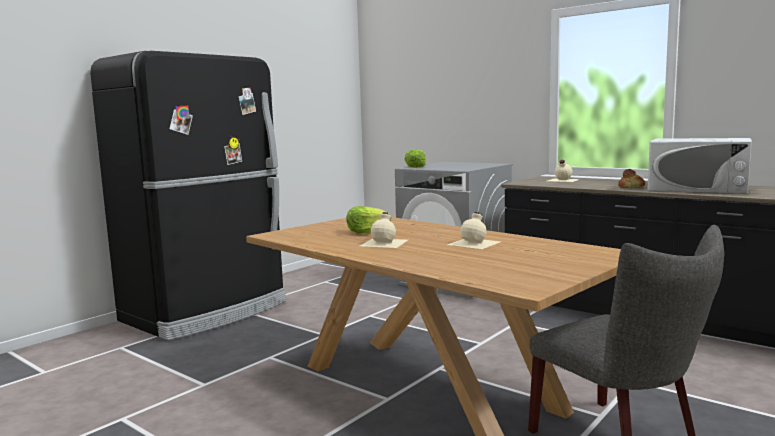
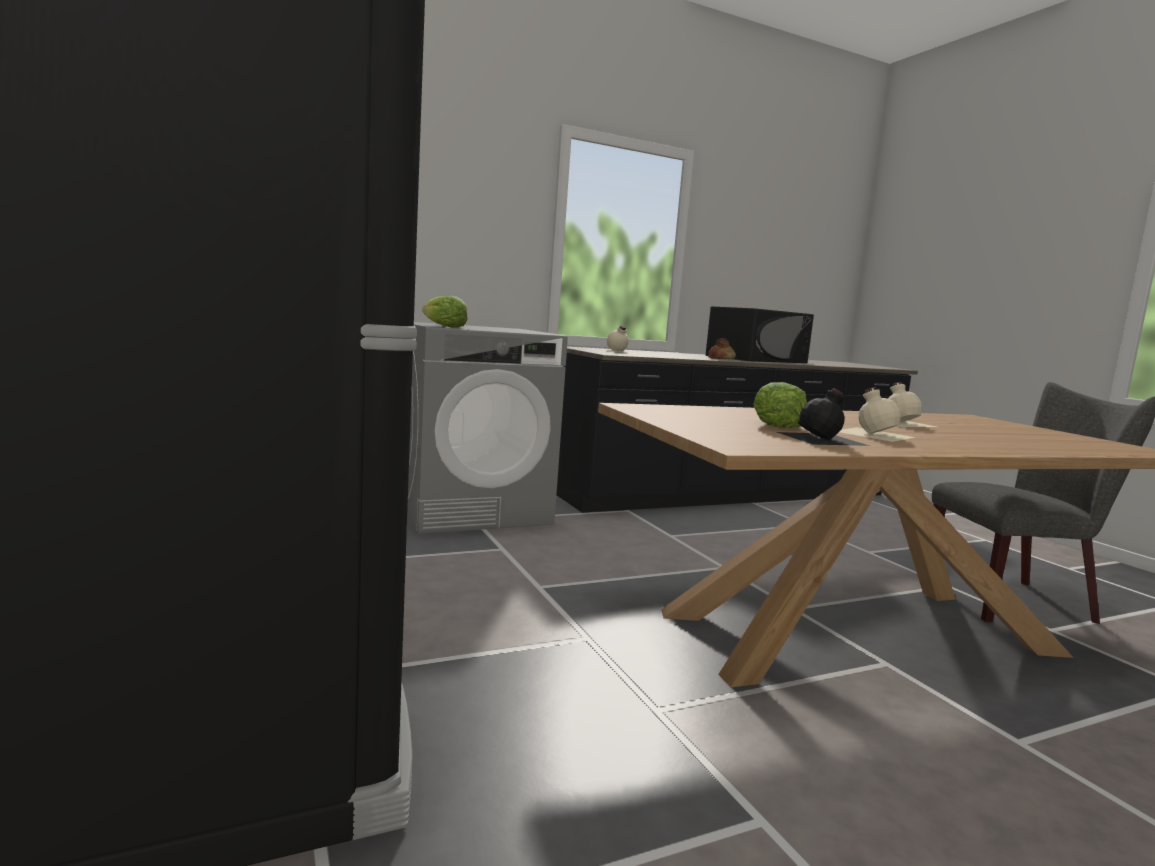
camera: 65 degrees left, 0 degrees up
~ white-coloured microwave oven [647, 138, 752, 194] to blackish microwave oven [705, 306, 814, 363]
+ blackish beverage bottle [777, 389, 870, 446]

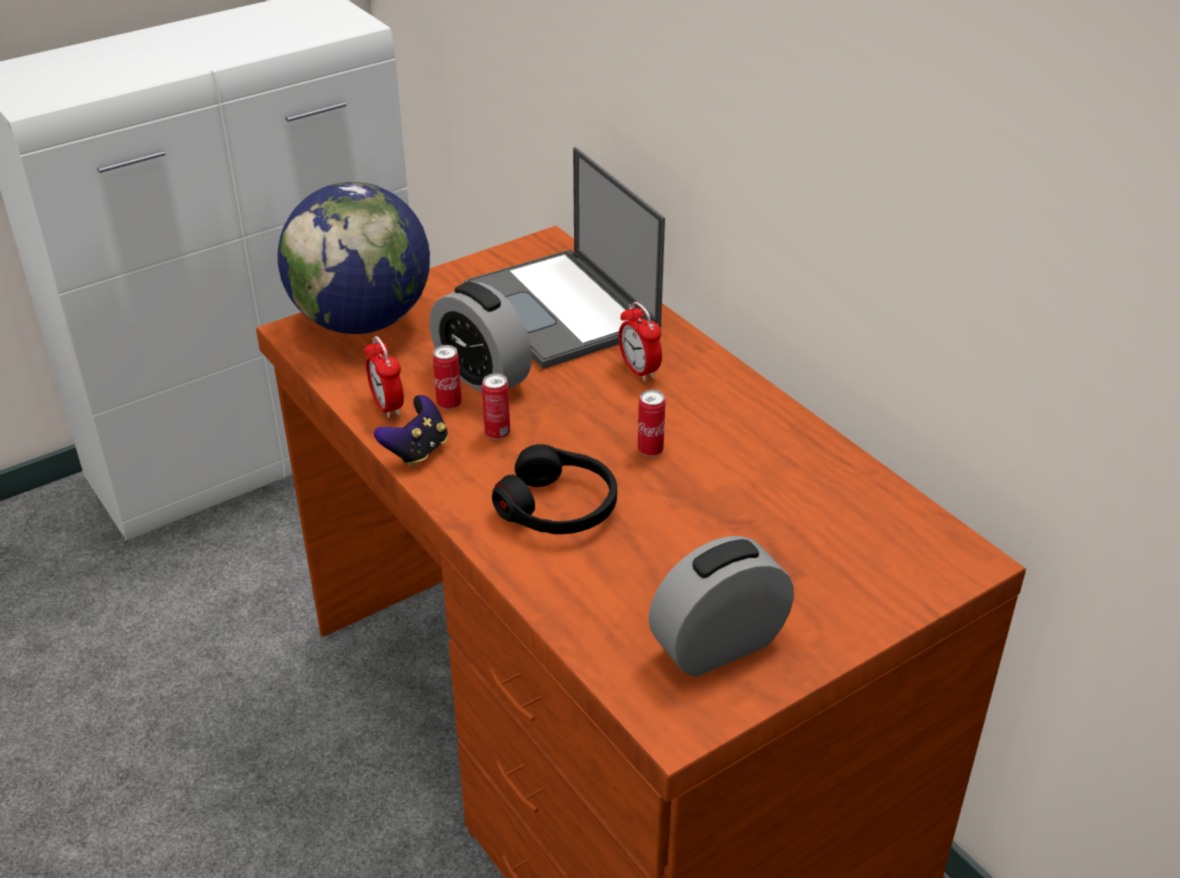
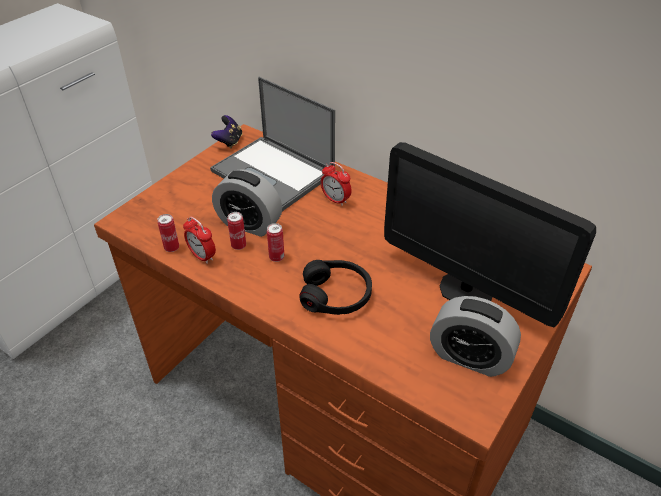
camera: 20 degrees left, 5 degrees up
~ metal can [638, 390, 666, 456] to [158, 214, 179, 252]
~ gamepad [374, 395, 448, 466] to [211, 115, 243, 148]
+ computer display [384, 142, 596, 327]
~ bedside clock [649, 536, 794, 677] = [430, 296, 521, 377] 105 degrees counterclockwise
- world globe [277, 182, 430, 334]

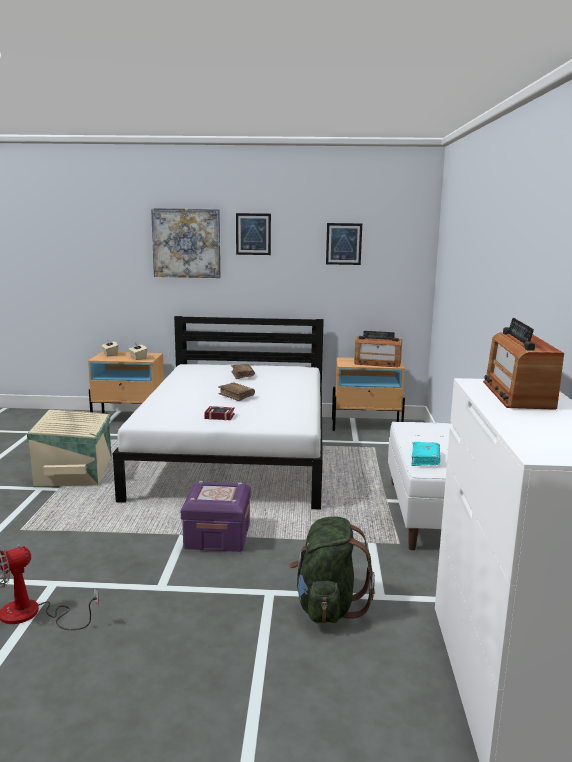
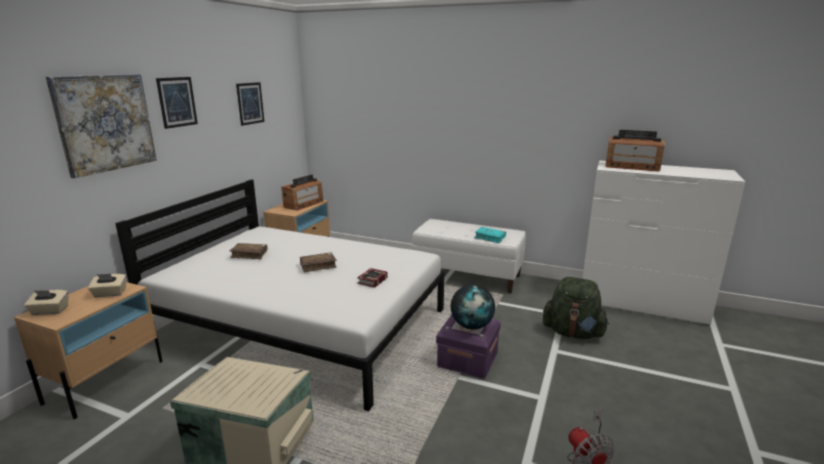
camera: 70 degrees left, 5 degrees up
+ world globe [451, 285, 495, 329]

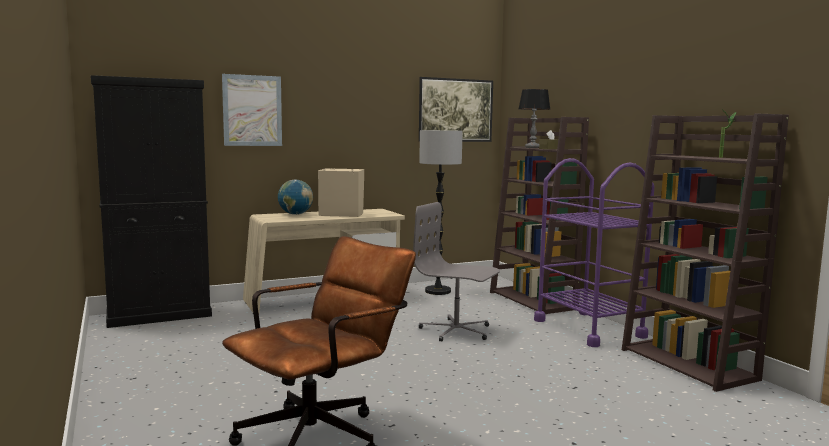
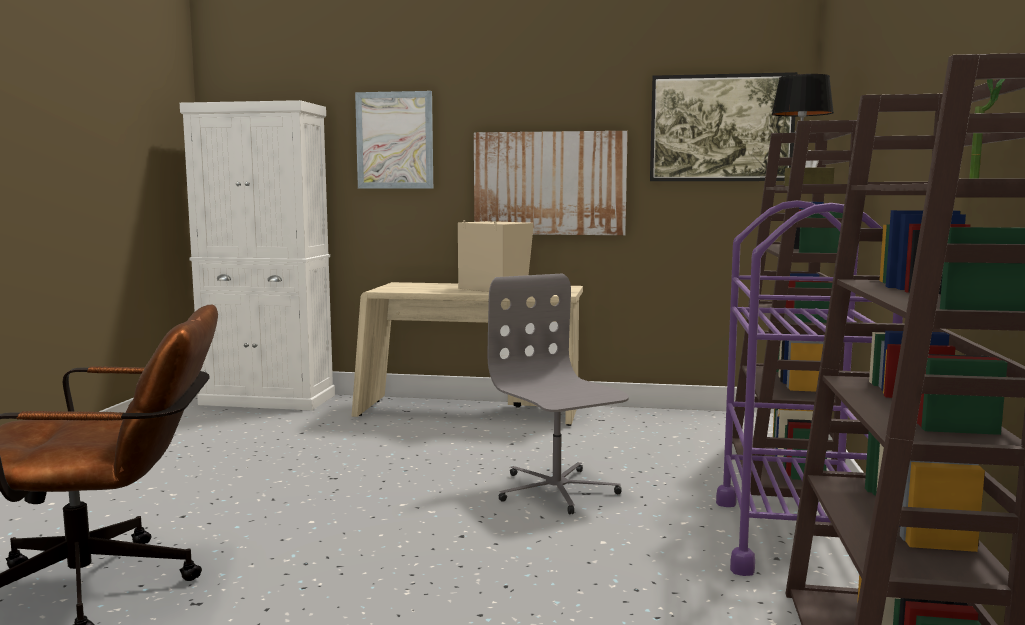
camera: 35 degrees right, 0 degrees up
~ blackish cabinet [91, 75, 212, 328] to white-coloured cabinet [180, 100, 335, 410]
+ wall art [474, 131, 628, 235]
- world globe [278, 180, 313, 215]
- floor lamp [419, 130, 463, 295]

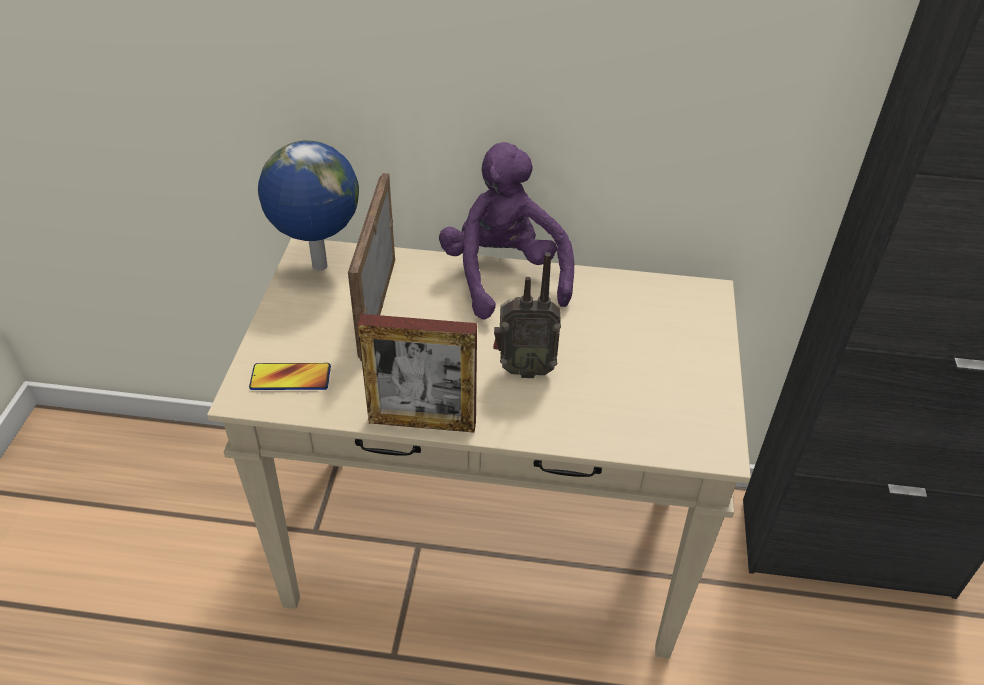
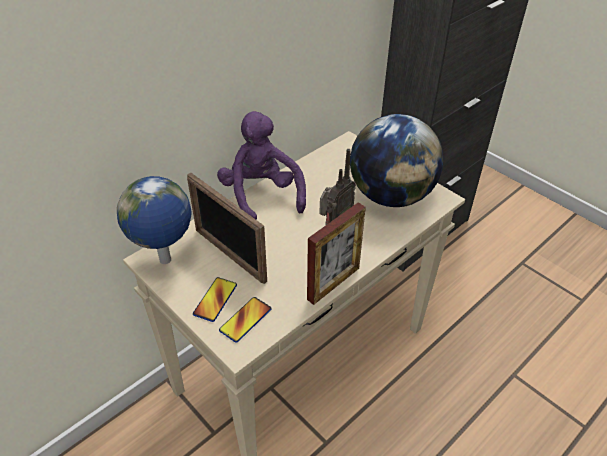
camera: 50 degrees left, 0 degrees up
+ handset [193, 277, 237, 322]
~ purple plush toy [439, 142, 575, 320] = [217, 111, 306, 220] 45 degrees clockwise
+ world globe [350, 114, 443, 207]

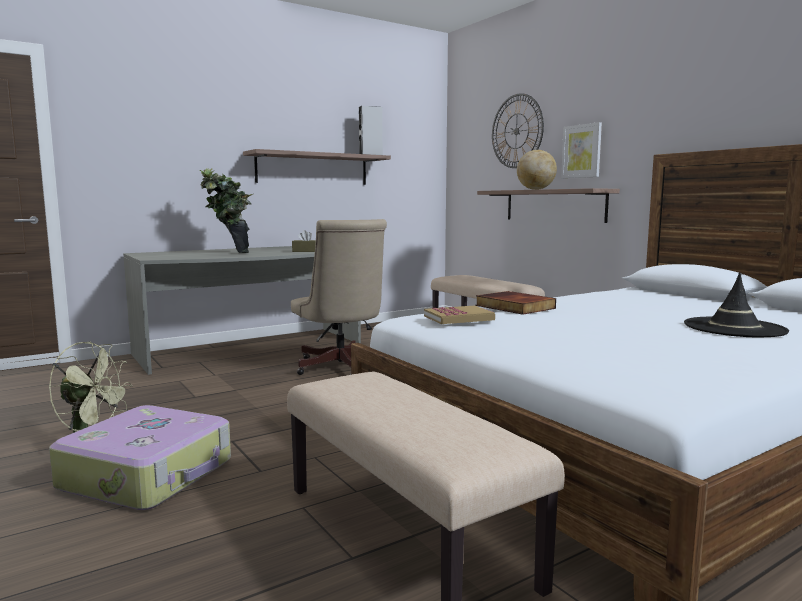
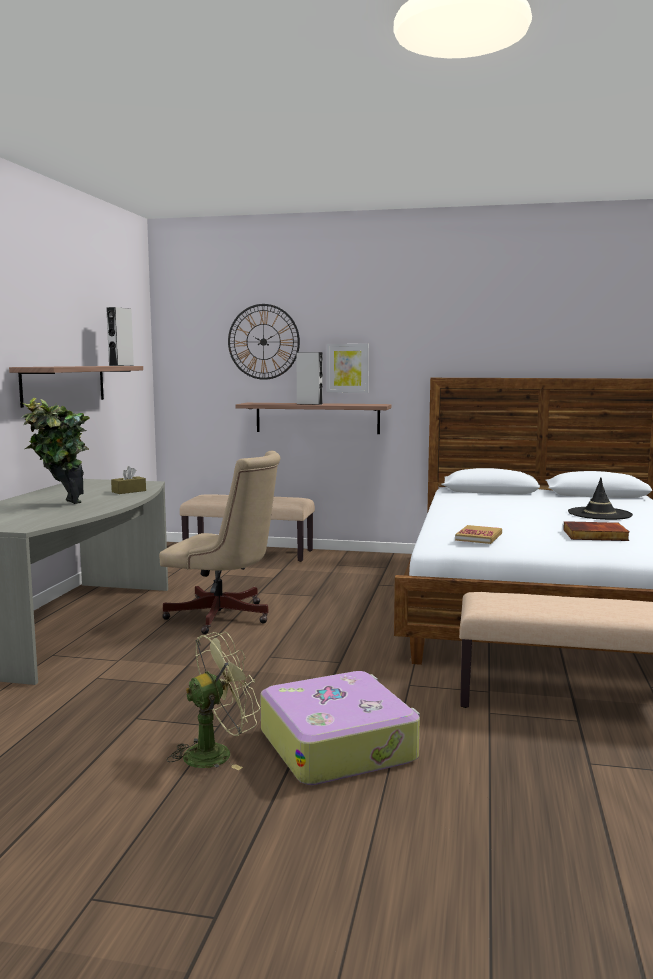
camera: 45 degrees left, 0 degrees up
~ world globe [517, 150, 557, 190] to greyish audio speaker [296, 352, 322, 405]
~ book [475, 291, 556, 315] to [563, 521, 630, 541]

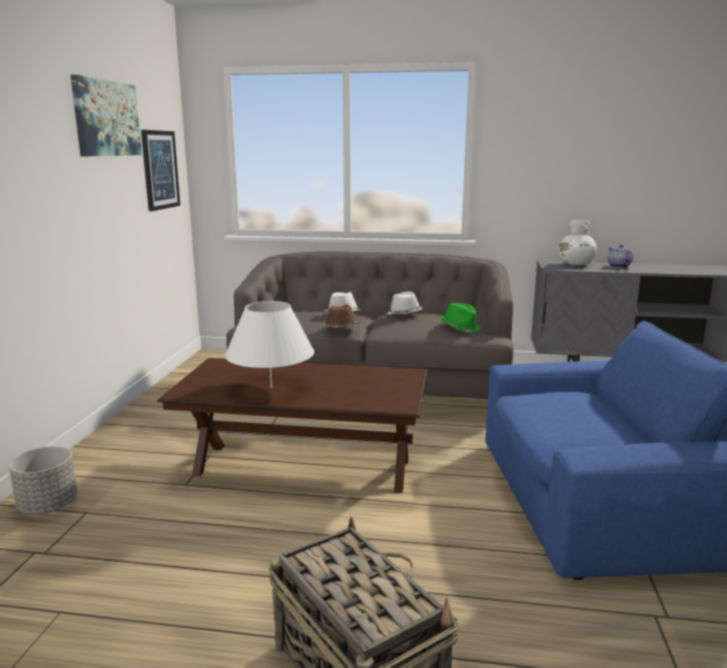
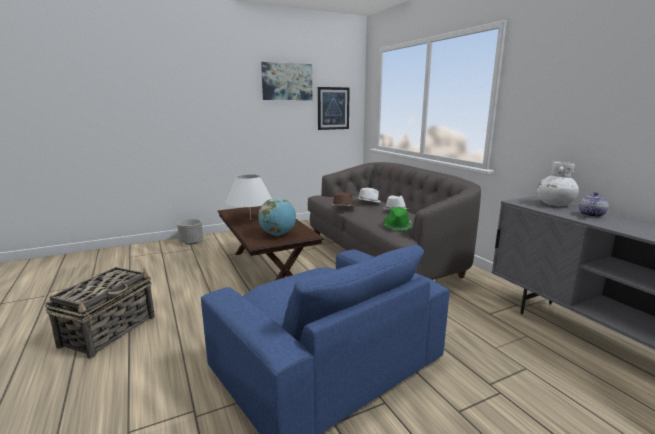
camera: 55 degrees right, 0 degrees up
+ world globe [259, 198, 296, 236]

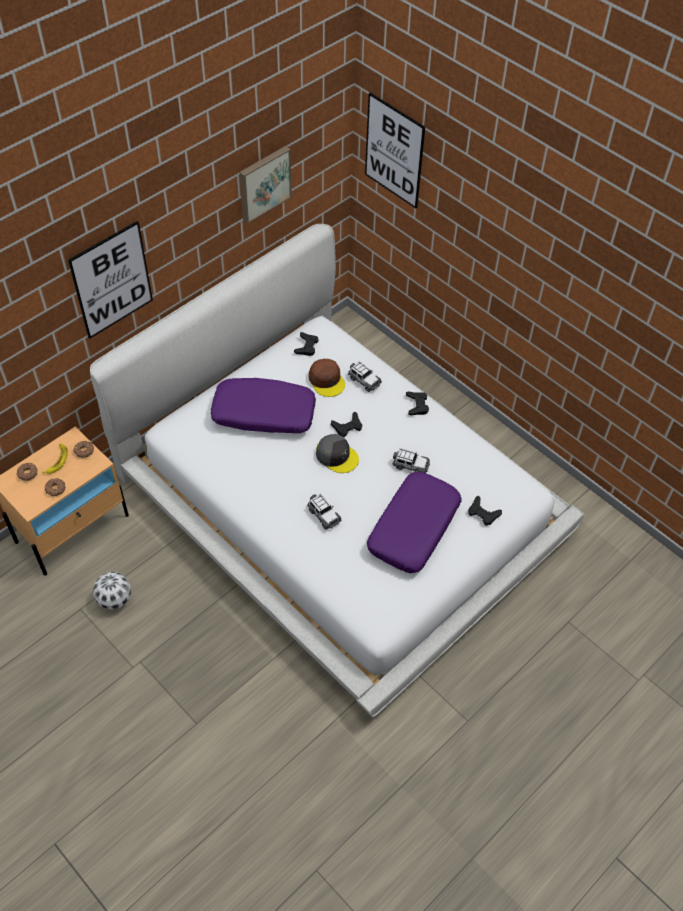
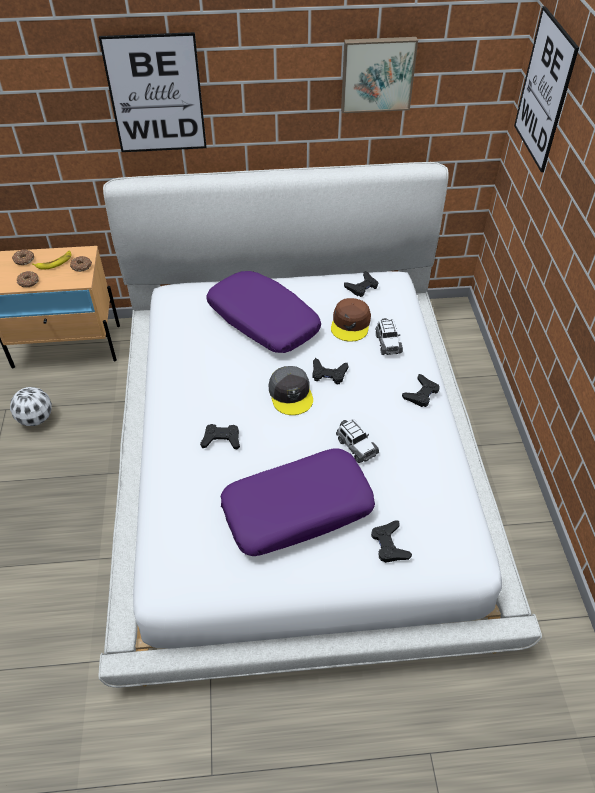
camera: 40 degrees right, 5 degrees down
~ toy car [307, 494, 342, 530] to blackish gamepad [200, 424, 240, 449]

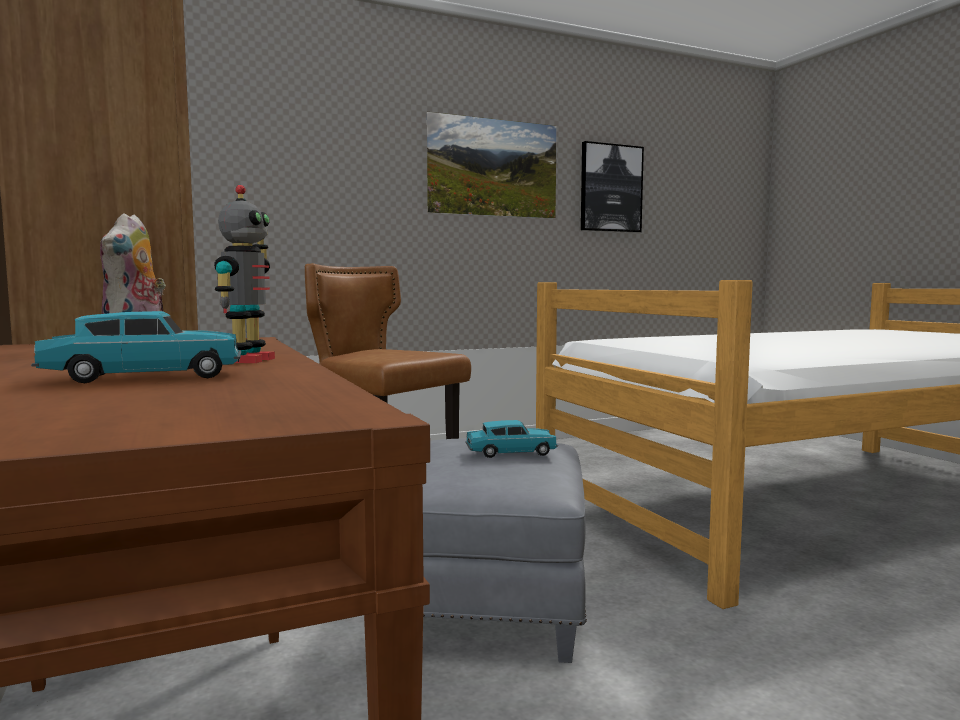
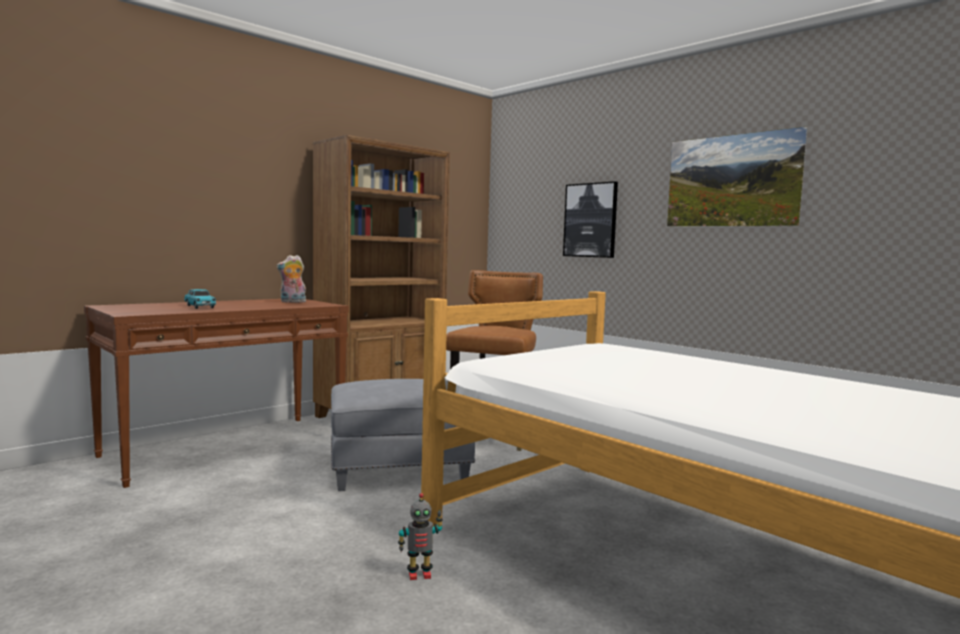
camera: 70 degrees right, 0 degrees up
~ model robot [214, 185, 275, 363] to [398, 493, 443, 580]
~ wall art [581, 141, 644, 233] to [563, 181, 618, 258]
- turquoise toy car [465, 420, 558, 458]

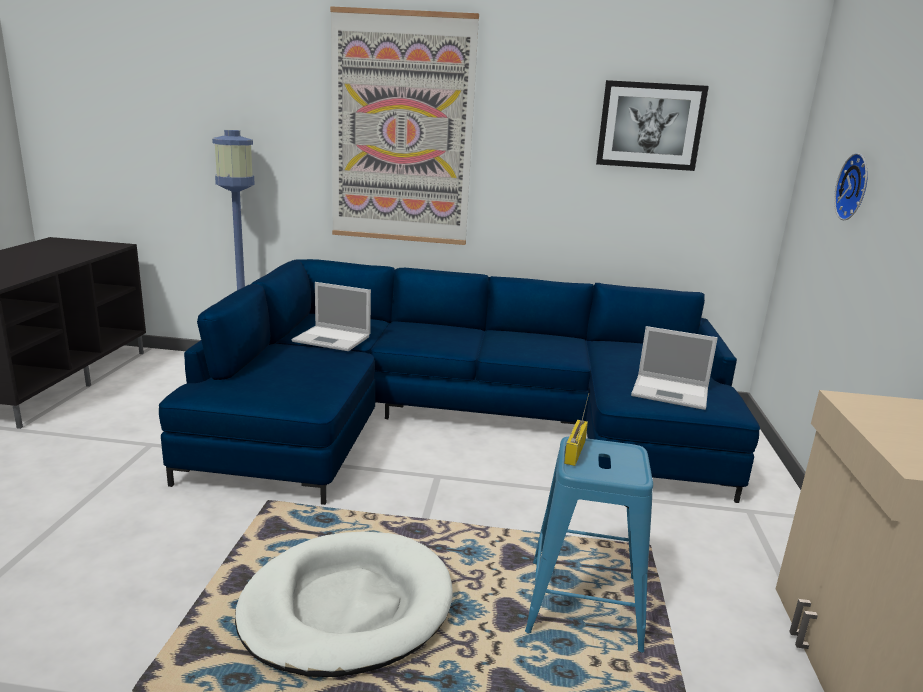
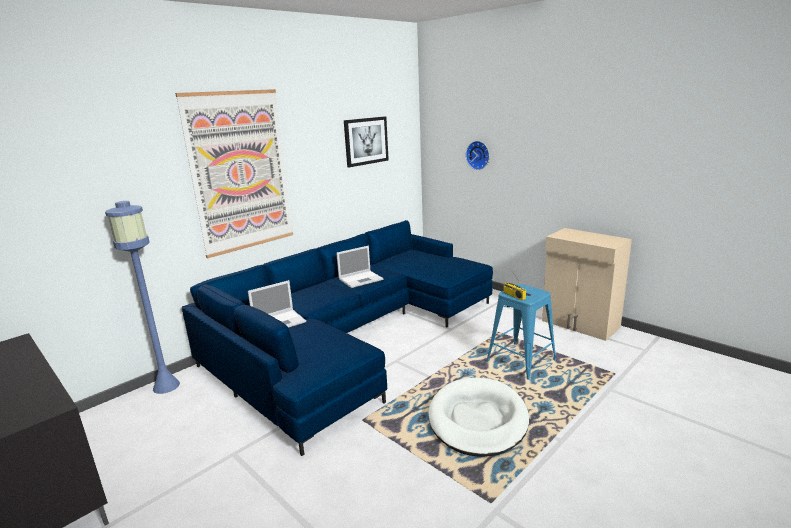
camera: 50 degrees left, 0 degrees up
~ notebook computer [631, 326, 718, 410] to [336, 246, 384, 288]

